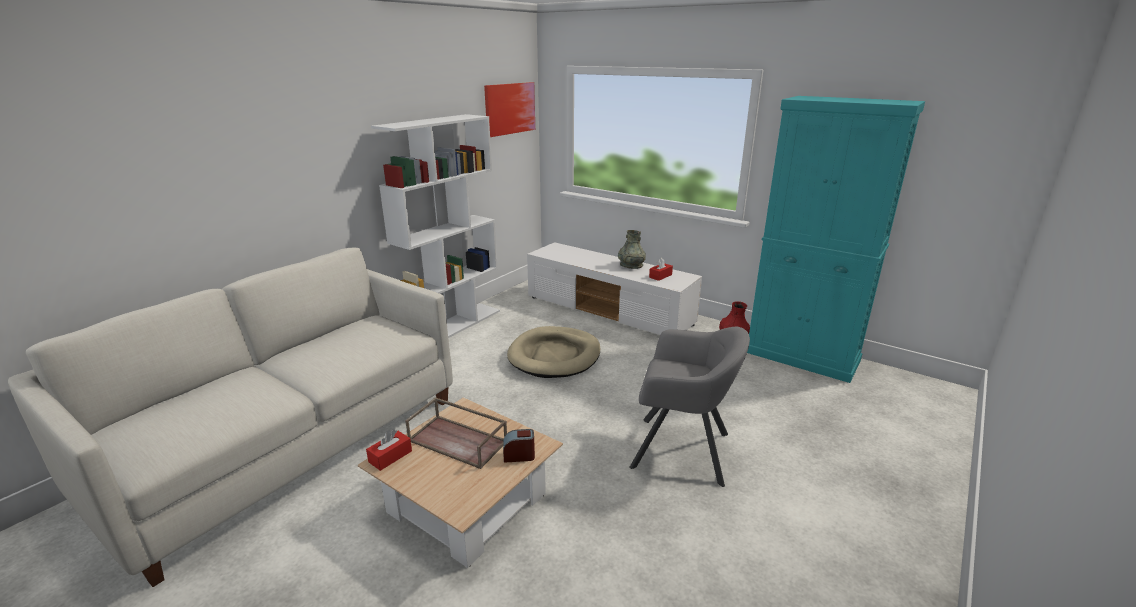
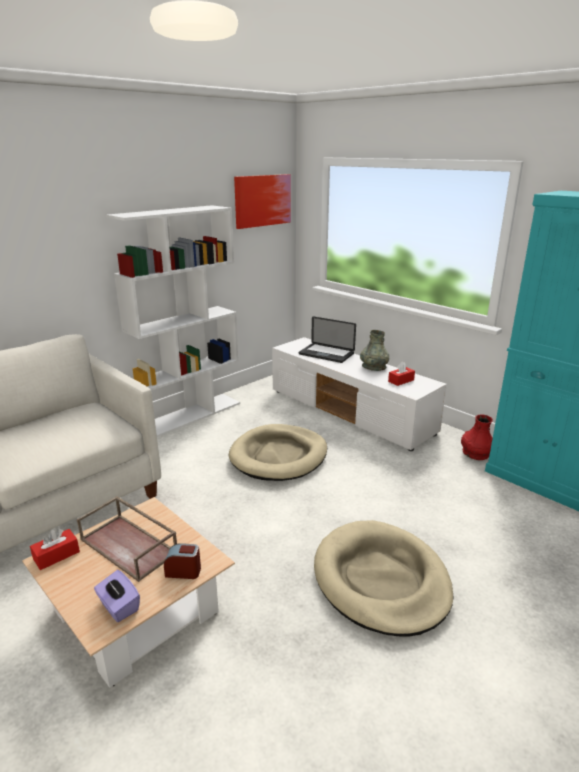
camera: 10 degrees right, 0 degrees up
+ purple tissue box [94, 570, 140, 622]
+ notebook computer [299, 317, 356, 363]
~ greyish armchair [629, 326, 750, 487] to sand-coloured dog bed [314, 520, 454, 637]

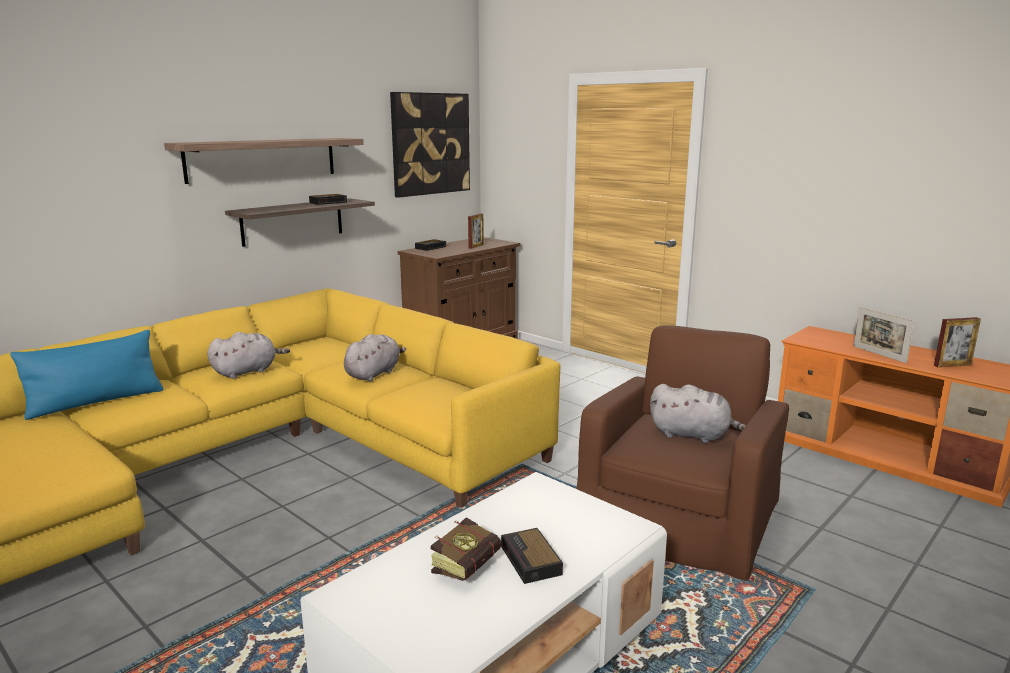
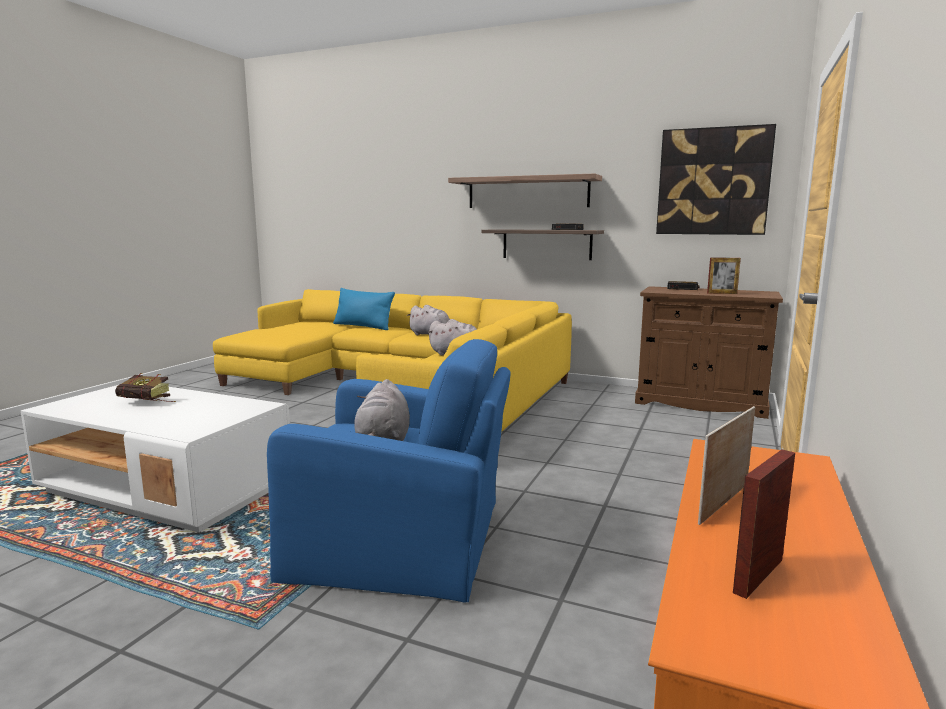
camera: 70 degrees right, 5 degrees down
~ brownish armchair [576, 325, 789, 581] to bluish armchair [267, 339, 510, 603]
~ standing frame [934, 317, 981, 367] = [733, 449, 795, 599] 75 degrees clockwise
- bedside clock [501, 528, 563, 584]

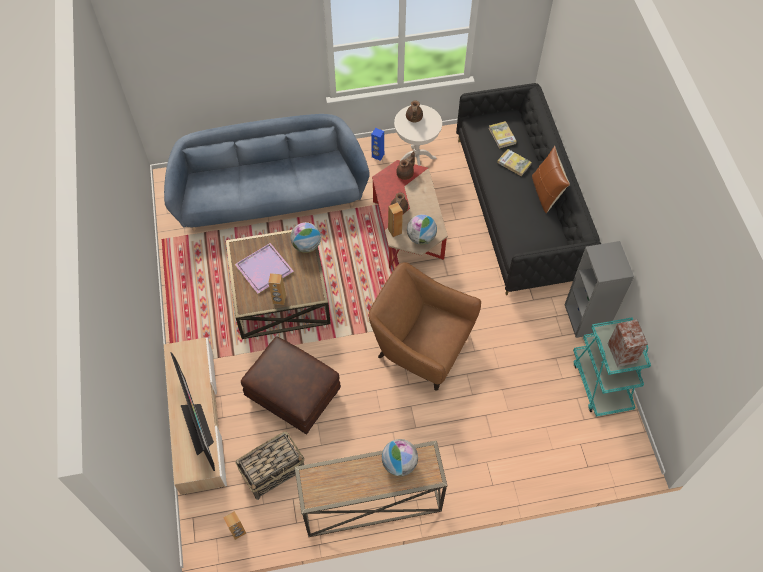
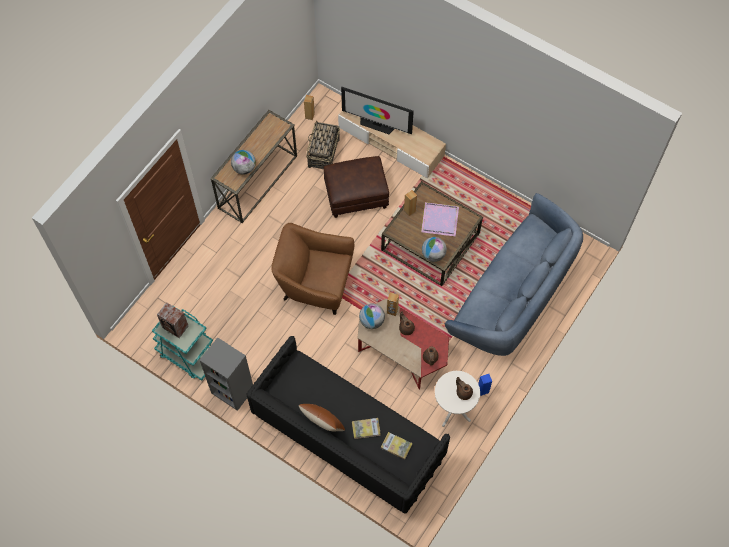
camera: 135 degrees right, 5 degrees up
~ brownish armchair [369, 262, 481, 391] = [271, 223, 354, 315] 150 degrees counterclockwise

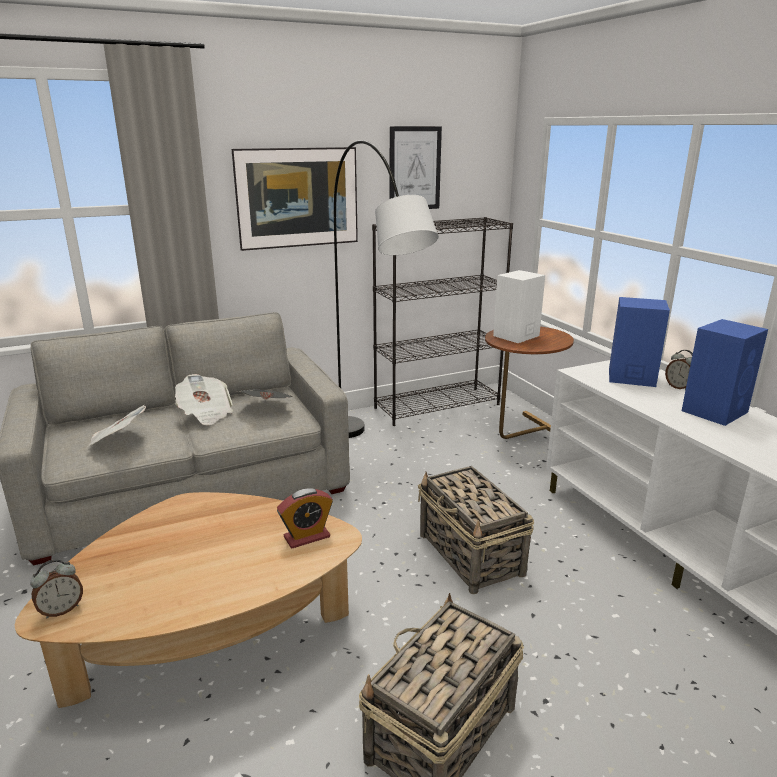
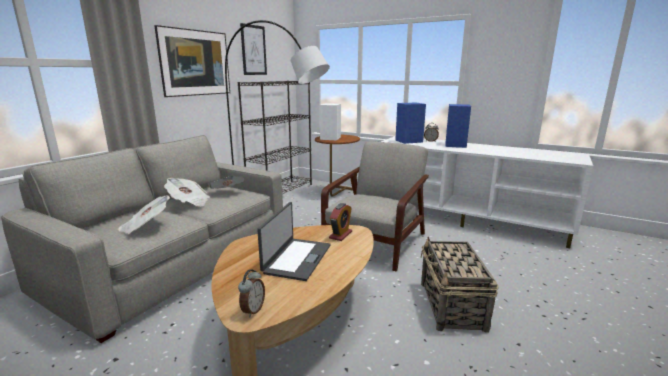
camera: 35 degrees left, 5 degrees down
+ notebook computer [257, 202, 331, 281]
~ household basket [418, 466, 534, 594] to greyish armchair [321, 141, 429, 271]

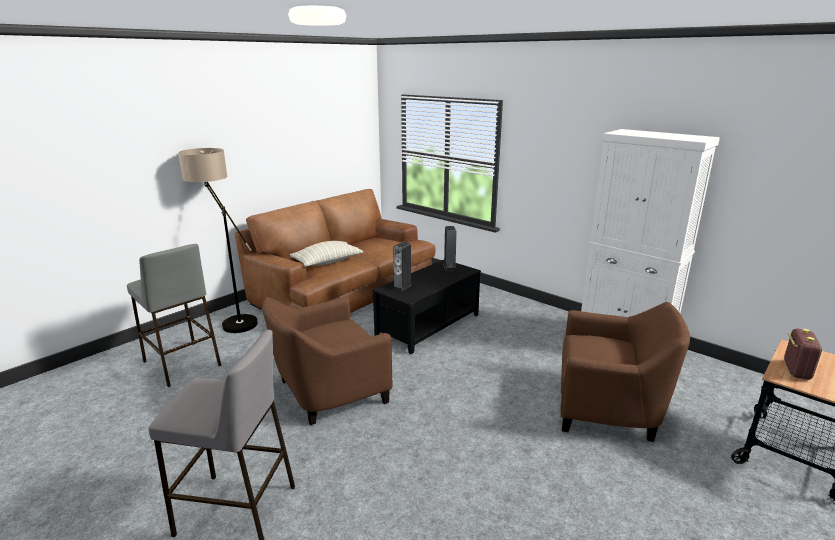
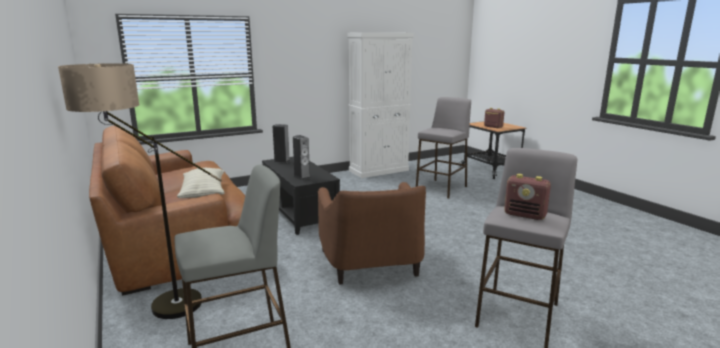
camera: 70 degrees left, 5 degrees down
~ brownish armchair [560, 302, 690, 442] to greyish stool seat [416, 97, 471, 199]
+ radio set [504, 174, 551, 220]

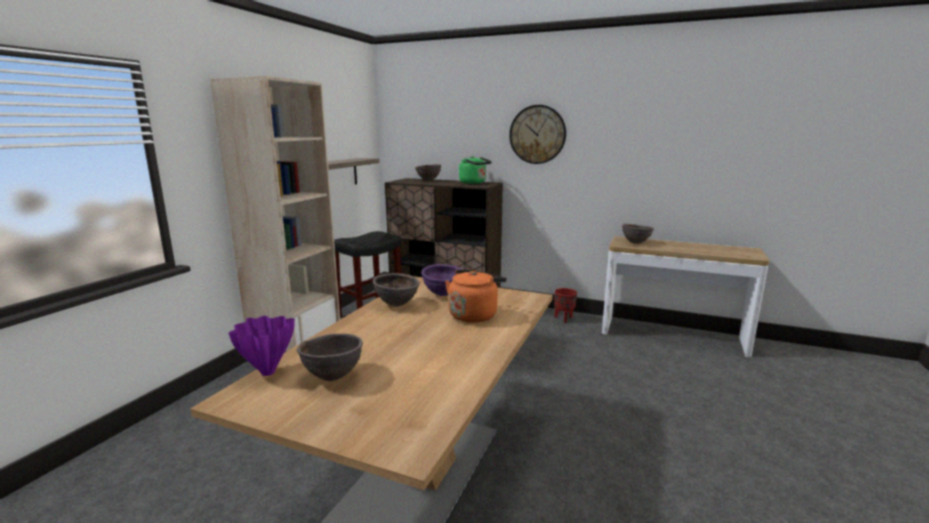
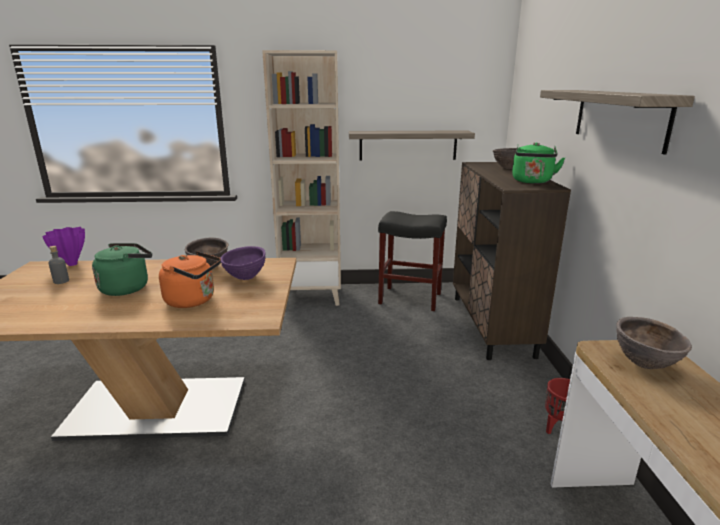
camera: 65 degrees right, 5 degrees up
~ brownish deep dish [297, 333, 363, 381] to greyish beverage bottle [49, 246, 69, 284]
+ green kettle [92, 243, 152, 296]
~ wall clock [509, 105, 566, 164] to bracket shelf [540, 90, 695, 155]

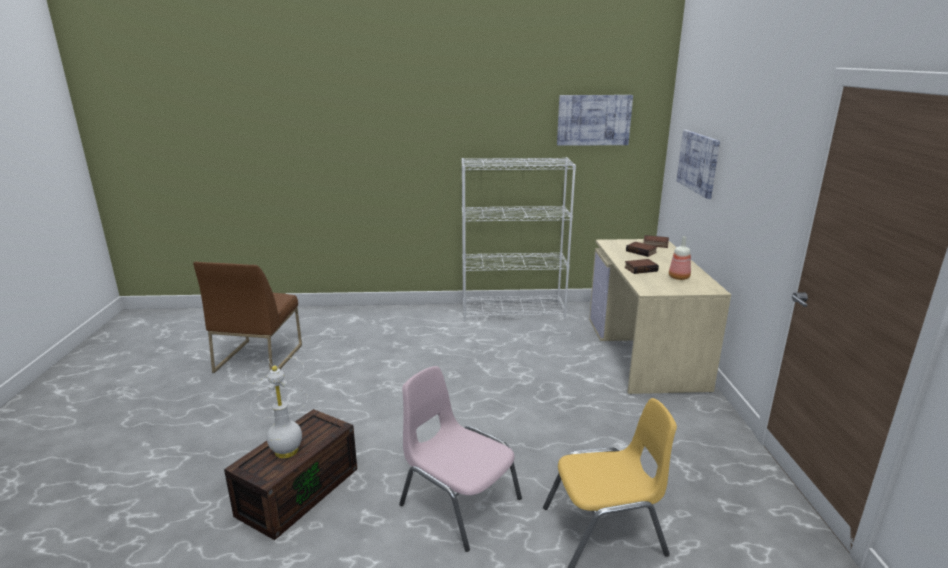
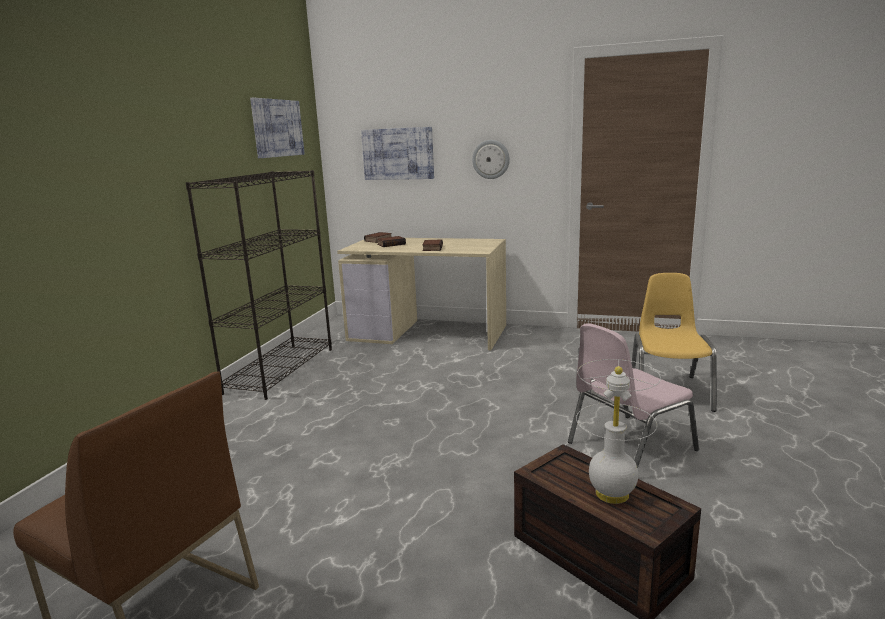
camera: 70 degrees left, 5 degrees down
~ white-coloured shelving unit [461, 157, 576, 321] to blackish shelving unit [186, 170, 332, 400]
+ wall clock [472, 140, 510, 179]
- beverage bottle [669, 236, 691, 280]

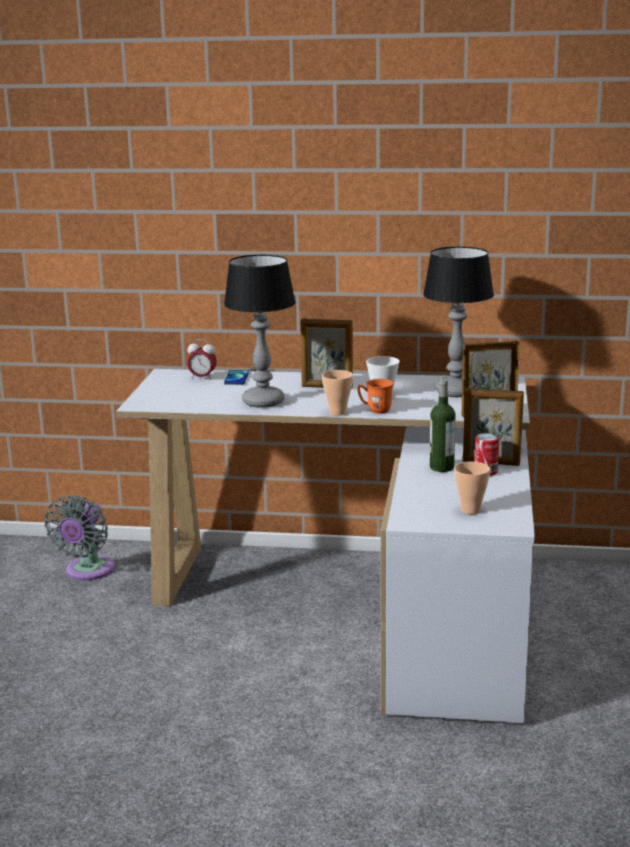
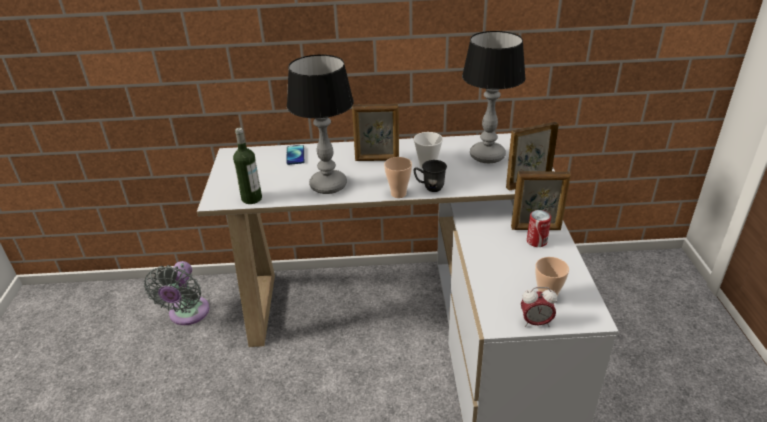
camera: 10 degrees left, 15 degrees up
~ beverage bottle [430, 378, 455, 472] to [233, 128, 262, 204]
~ orangey coffee mug [358, 379, 394, 414] to greyish coffee mug [413, 160, 447, 192]
~ bedside clock [187, 339, 217, 380] to [521, 287, 557, 327]

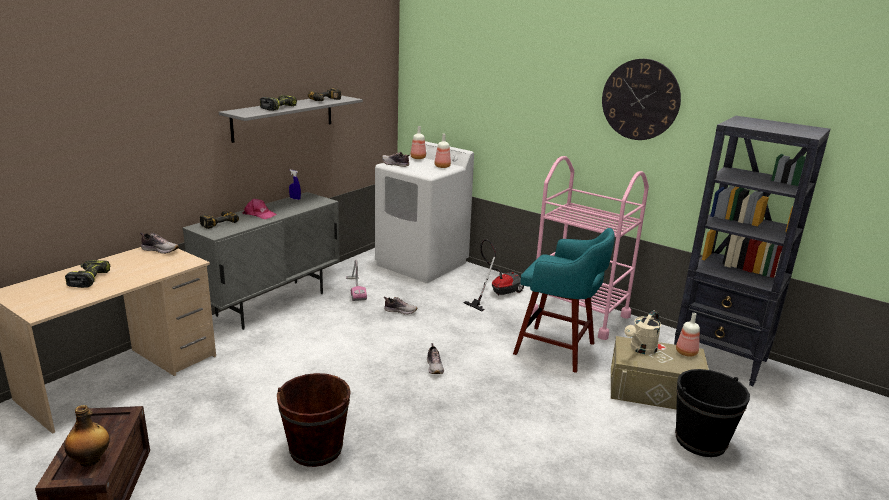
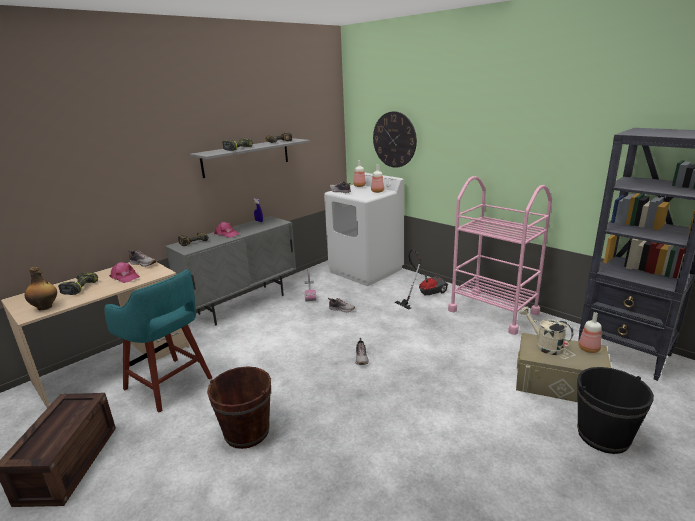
camera: 10 degrees right, 0 degrees up
~ beverage bottle [64, 405, 110, 467] to [25, 267, 57, 310]
~ turquoise stool seat [513, 228, 615, 373] to [104, 269, 212, 413]
+ pinkish cap [109, 262, 140, 283]
~ wall clock [602, 59, 681, 140] to [373, 111, 417, 168]
~ sand-coloured sprinkling can [624, 310, 661, 354] = [520, 307, 573, 355] 90 degrees clockwise

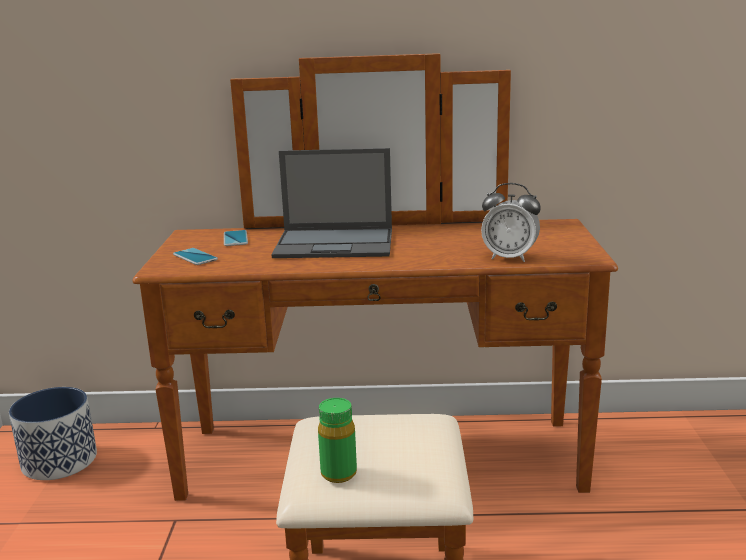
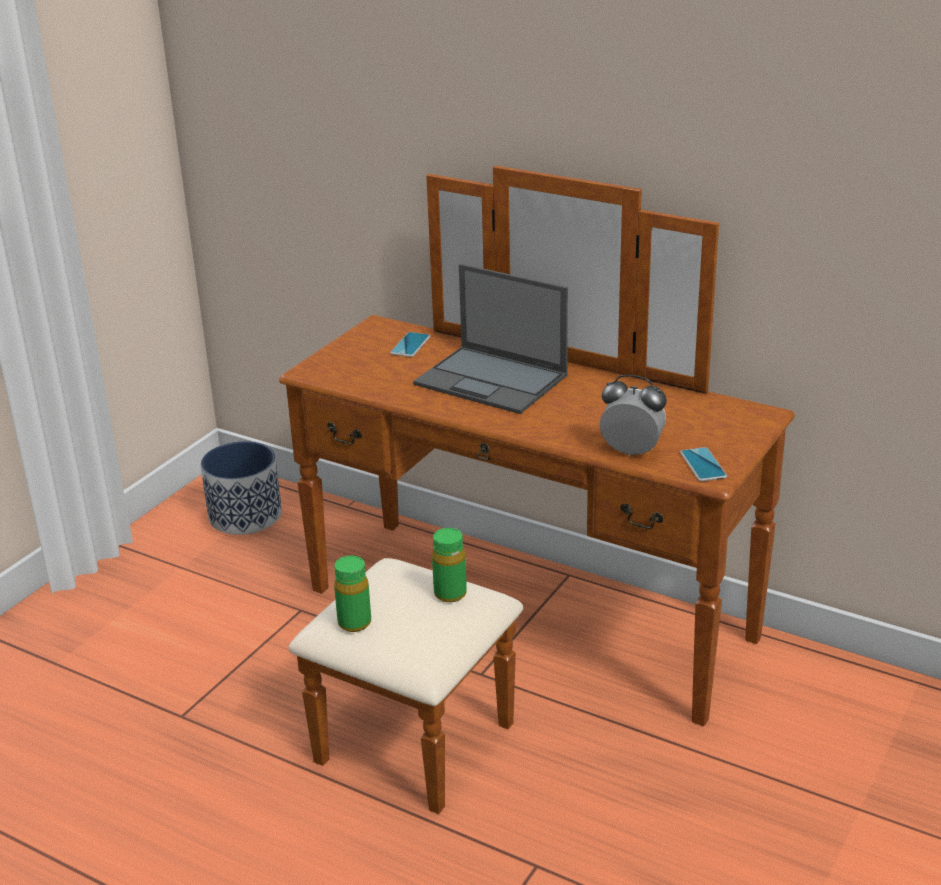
camera: 30 degrees right, 10 degrees up
+ green beverage bottle [432, 528, 467, 602]
~ bedside clock [481, 183, 541, 262] = [599, 375, 667, 456] 150 degrees clockwise
~ handset [173, 248, 218, 265] to [680, 447, 727, 481]

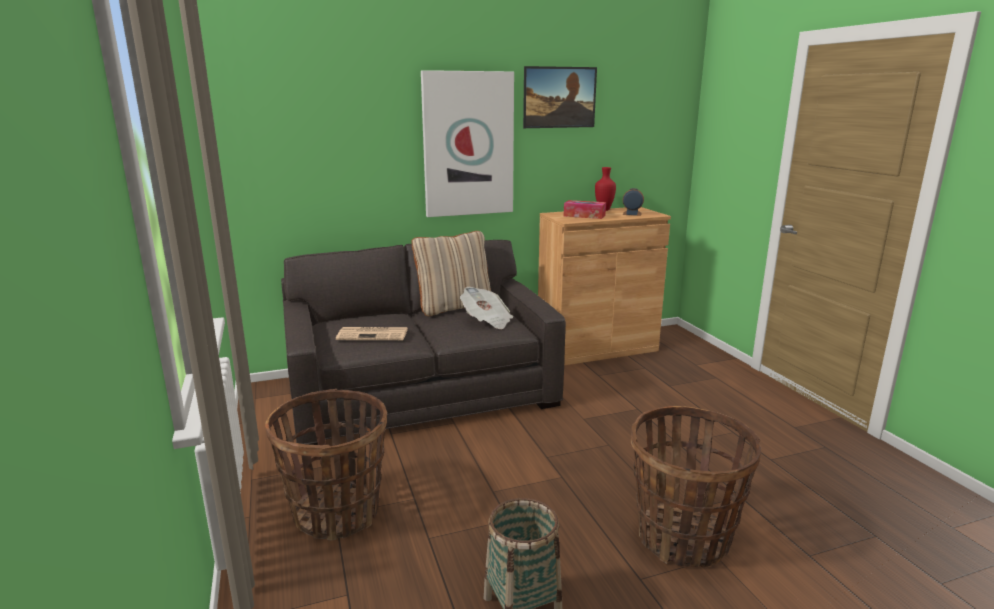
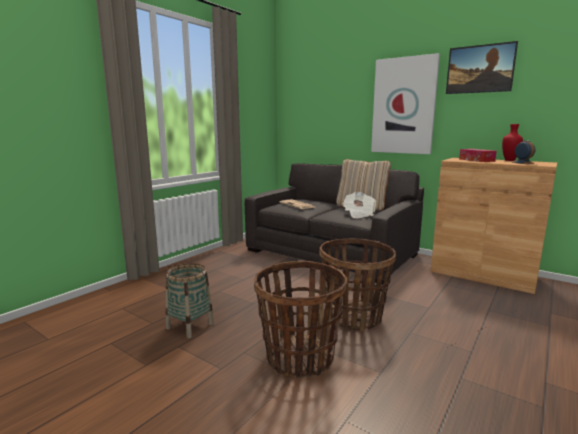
camera: 55 degrees right, 5 degrees down
~ household basket [265, 389, 387, 540] to [319, 238, 396, 332]

